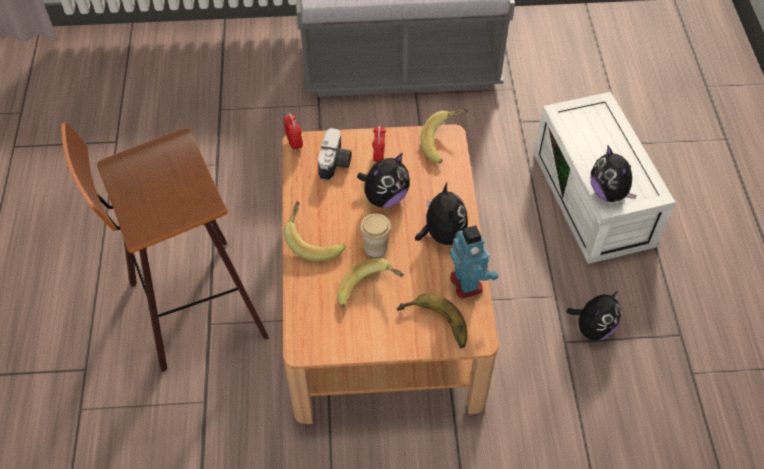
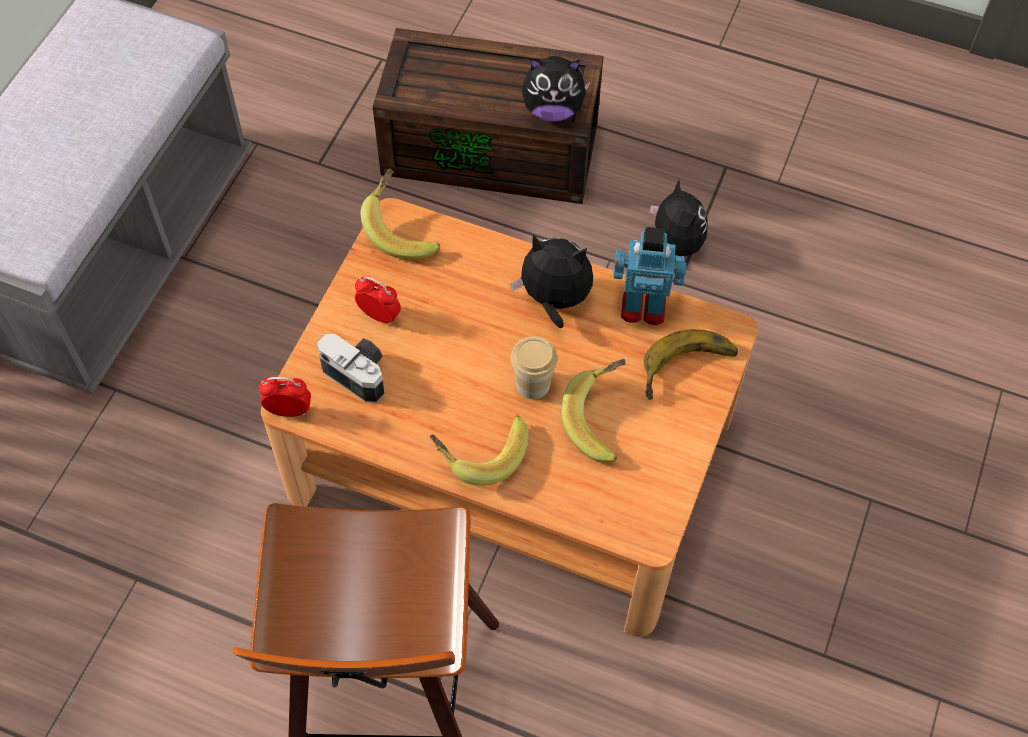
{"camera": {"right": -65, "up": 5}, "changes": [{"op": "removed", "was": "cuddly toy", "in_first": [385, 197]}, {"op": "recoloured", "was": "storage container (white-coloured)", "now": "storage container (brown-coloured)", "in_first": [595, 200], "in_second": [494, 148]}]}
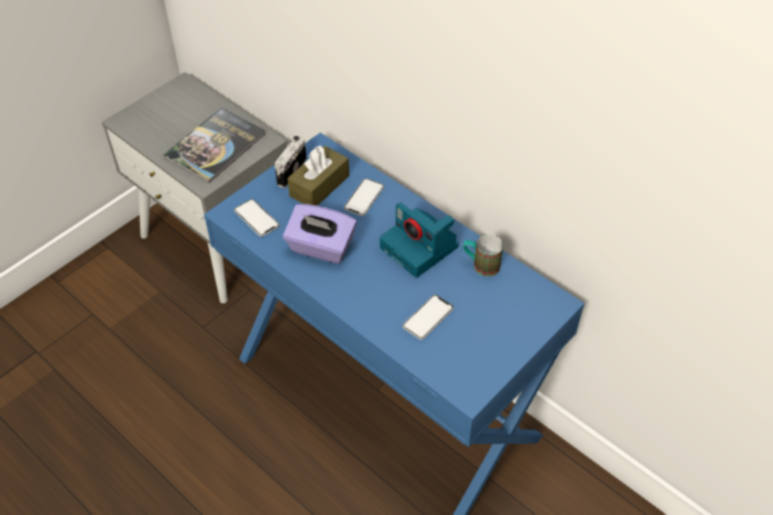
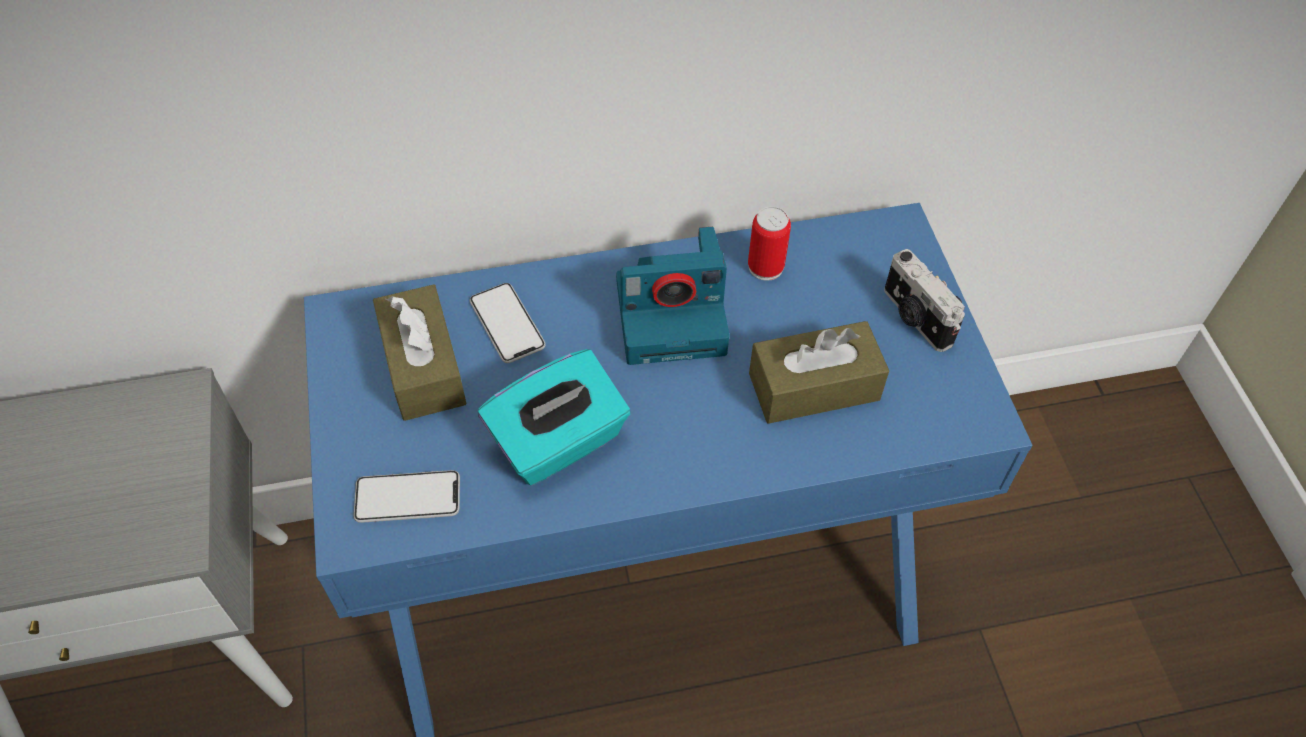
{"camera": {"right": -55, "up": 5}, "changes": [{"op": "removed", "was": "volume", "in_first": [215, 146]}, {"op": "moved", "was": "photo camera", "in_first": [290, 171], "in_second": [915, 318]}, {"op": "replaced", "was": "telephone", "now": "tissue box (brown-coloured)", "in_first": [428, 317], "in_second": [814, 387]}, {"op": "replaced", "was": "tea mug", "now": "metal can", "in_first": [480, 265], "in_second": [765, 267]}, {"op": "recoloured", "was": "tissue box (purple-coloured)", "now": "tissue box (blue-green)", "in_first": [321, 248], "in_second": [558, 442]}]}
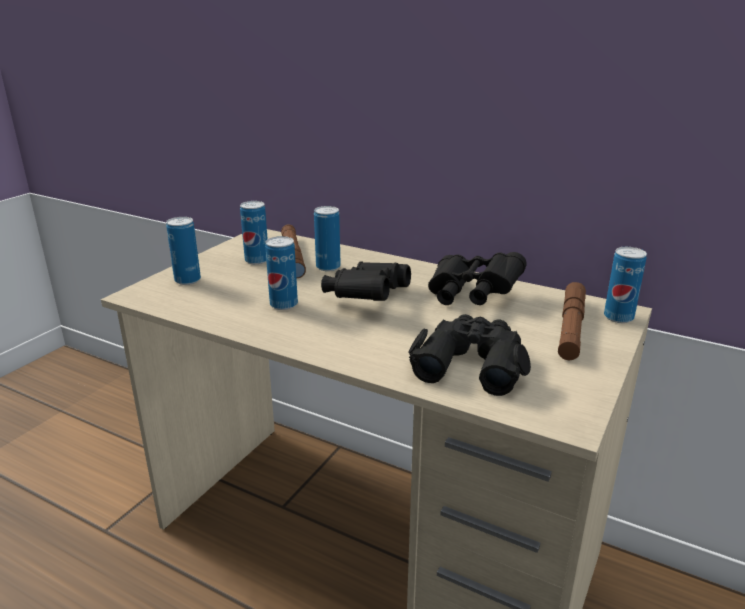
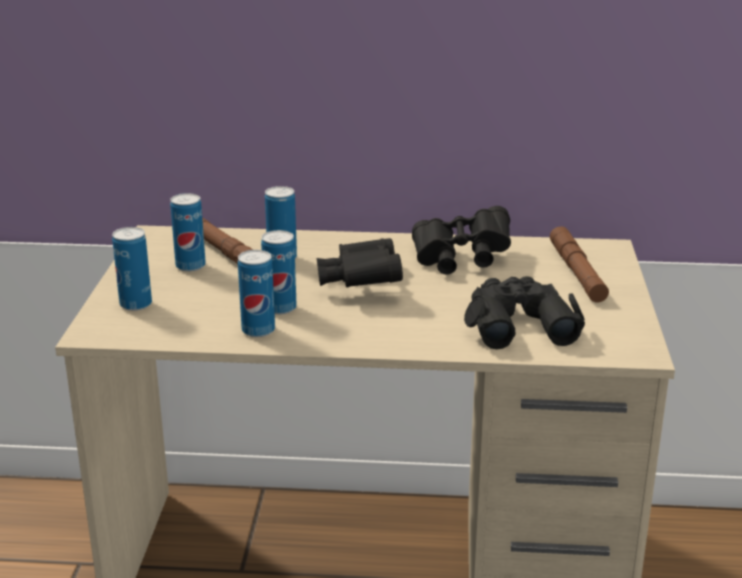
{"camera": {"right": -25, "up": 0}, "changes": [{"op": "moved", "was": "metal can", "in_first": [618, 317], "in_second": [258, 330]}]}
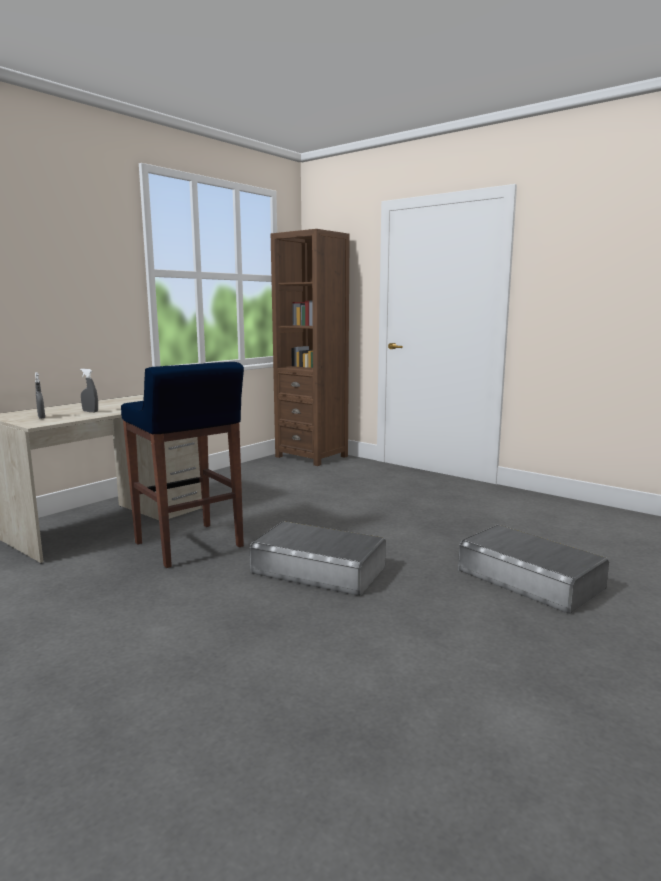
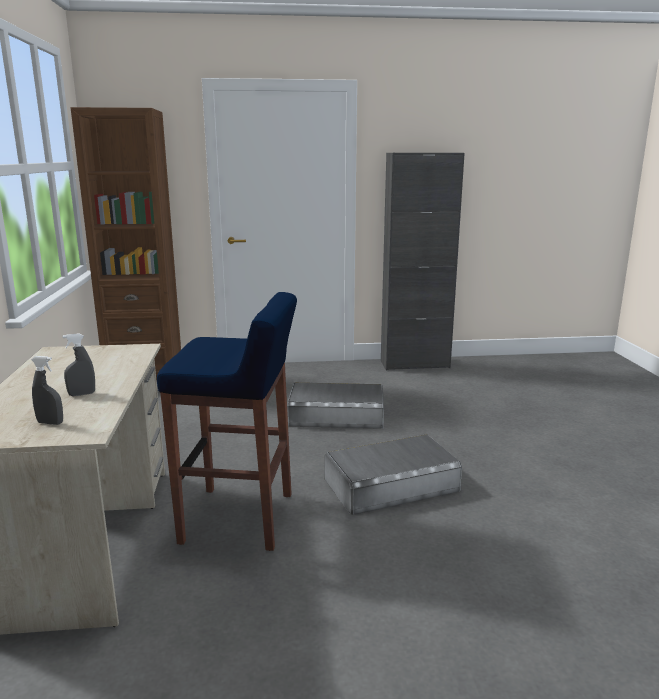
{"camera": {"right": -45, "up": 5}, "changes": [{"op": "added", "now": "cabinet (blackish)", "in_second": [415, 364]}, {"op": "moved", "was": "storage container (gray)", "in_first": [529, 579], "in_second": [336, 415]}]}
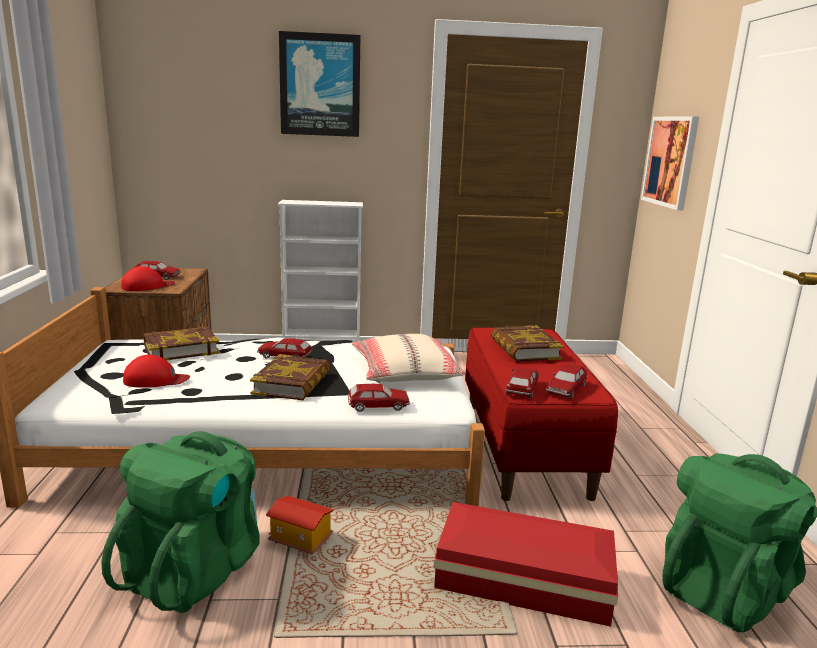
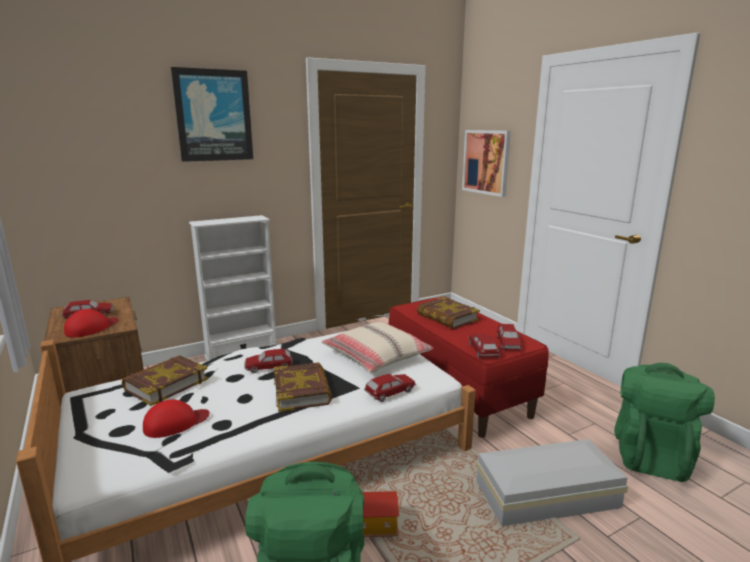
{"camera": {"right": -25, "up": 0}, "changes": [{"op": "recoloured", "was": "storage container (red)", "now": "storage container (white-coloured)", "in_first": [526, 581], "in_second": [549, 495]}]}
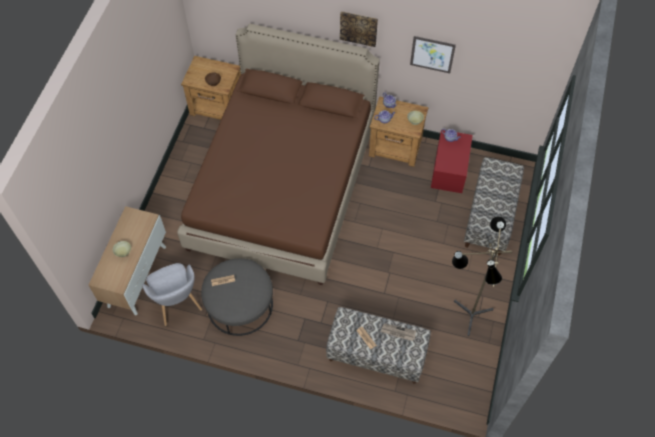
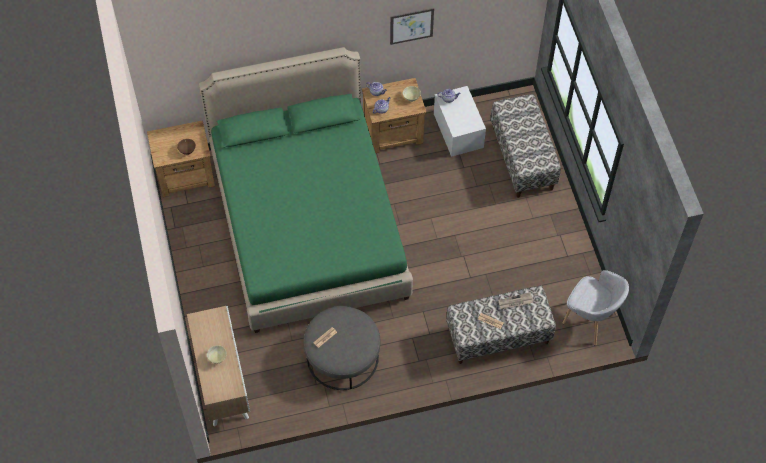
{"camera": {"right": -30, "up": 0}, "changes": [{"op": "removed", "was": "wall art", "in_first": [358, 28]}, {"op": "removed", "was": "standing lamp", "in_first": [466, 315]}, {"op": "moved", "was": "armchair (gray)", "in_first": [177, 304], "in_second": [590, 321]}, {"op": "recoloured", "was": "bedroom bed (brown-coloured)", "now": "bedroom bed (green)", "in_first": [283, 186], "in_second": [308, 223]}, {"op": "recoloured", "was": "storage container (red)", "now": "storage container (white-coloured)", "in_first": [449, 170], "in_second": [458, 130]}]}
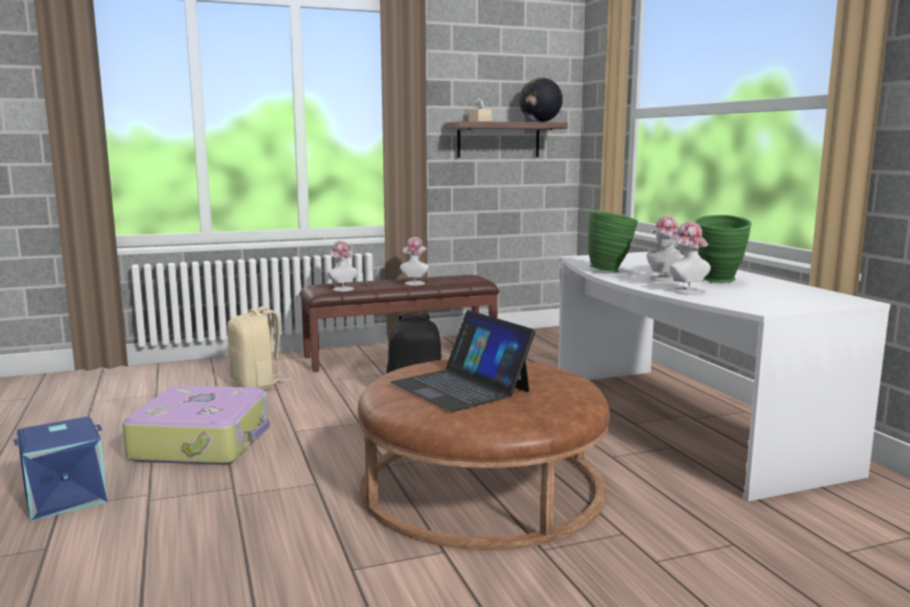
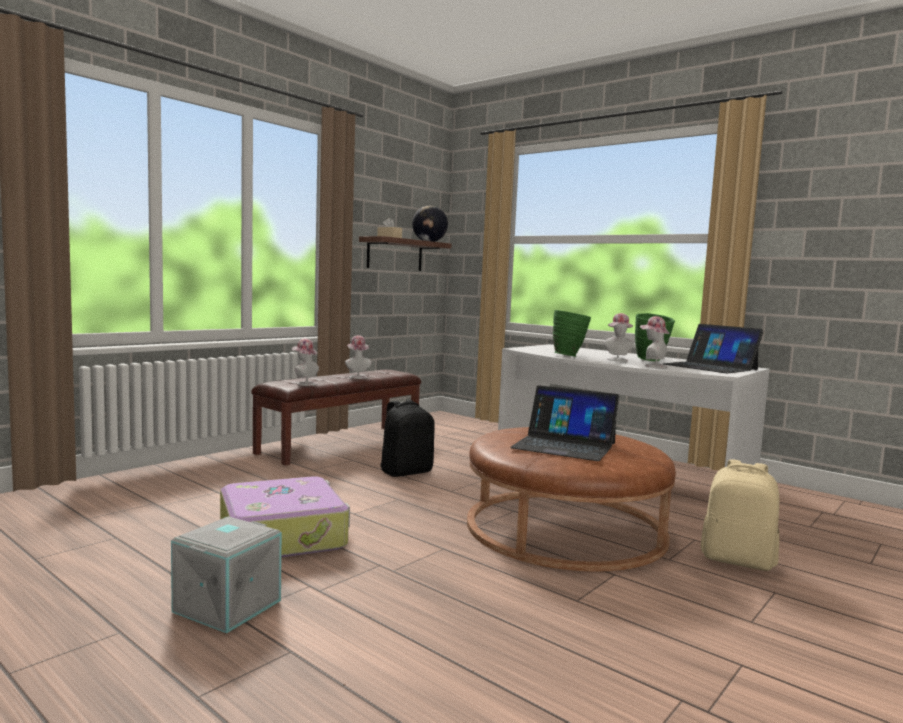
{"camera": {"right": -30, "up": -5}, "changes": [{"op": "added", "now": "portable computer", "in_second": [710, 367]}, {"op": "moved", "was": "knapsack (beige-coloured)", "in_first": [257, 384], "in_second": [738, 560]}, {"op": "recoloured", "was": "storage container (bluish)", "now": "storage container (gray)", "in_first": [66, 497], "in_second": [226, 605]}]}
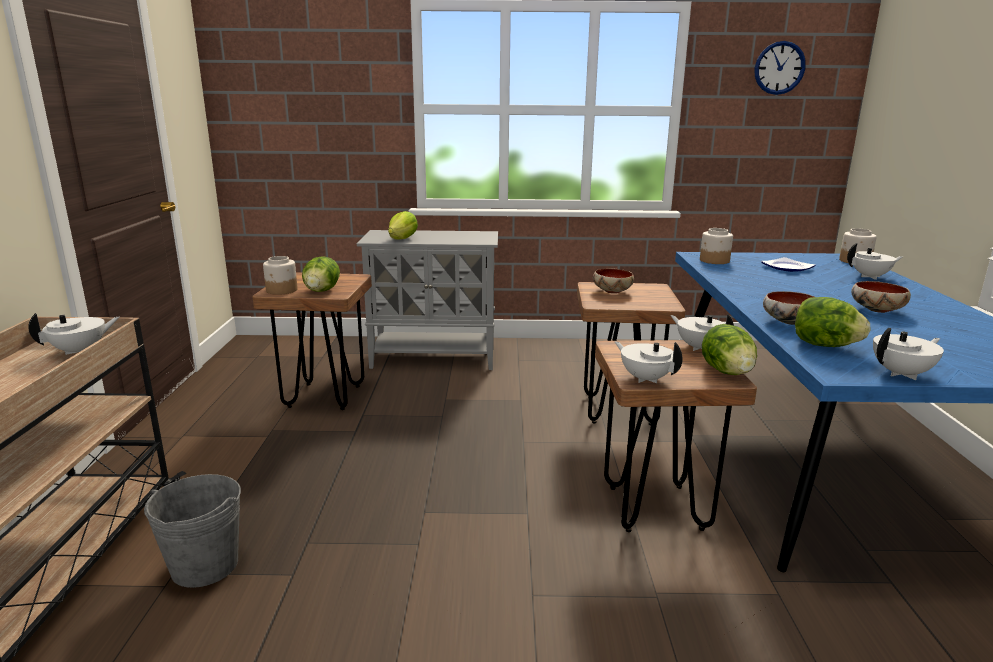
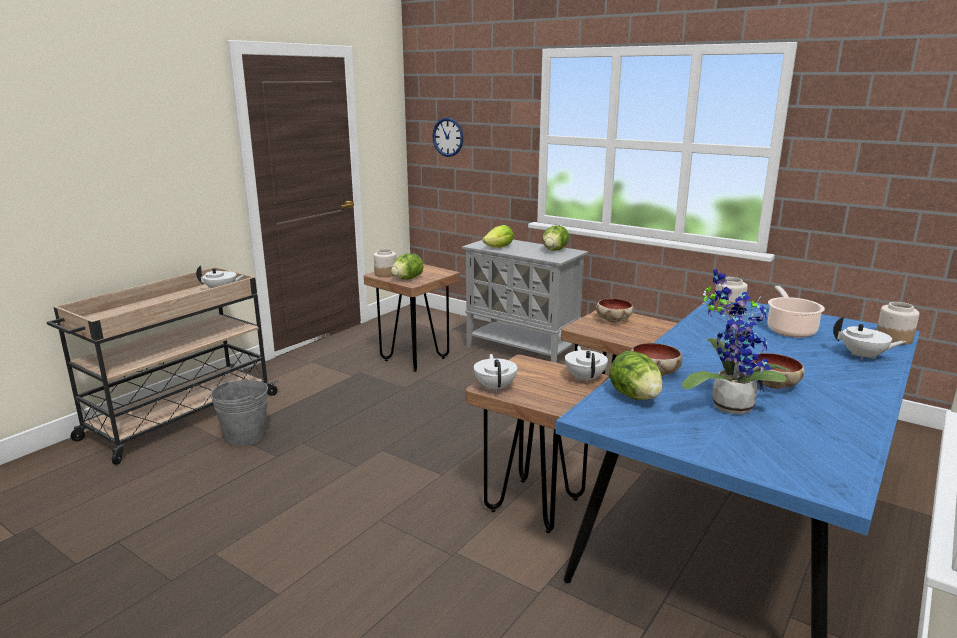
{"camera": {"right": 35, "up": 0}, "changes": [{"op": "removed", "was": "teapot (white-coloured)", "in_first": [902, 374]}, {"op": "added", "now": "plant in a pot", "in_second": [727, 404]}, {"op": "moved", "was": "head of lettuce", "in_first": [727, 372], "in_second": [554, 250]}, {"op": "moved", "was": "wall clock", "in_first": [779, 68], "in_second": [448, 137]}, {"op": "replaced", "was": "plate", "now": "stockpot", "in_first": [787, 267], "in_second": [790, 329]}]}
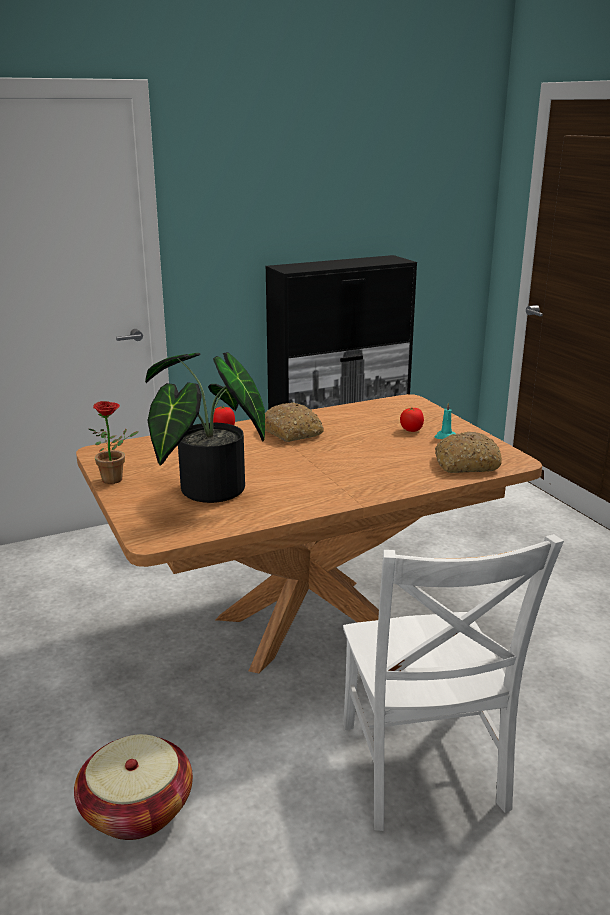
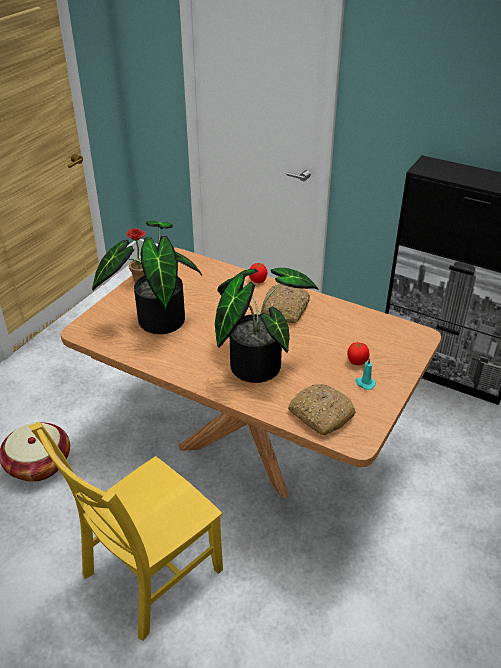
{"camera": {"right": 55, "up": 15}, "changes": [{"op": "added", "now": "plant in a pot", "in_second": [255, 362]}, {"op": "recoloured", "was": "chair (white-coloured)", "now": "chair (yellowish)", "in_first": [422, 771], "in_second": [148, 576]}]}
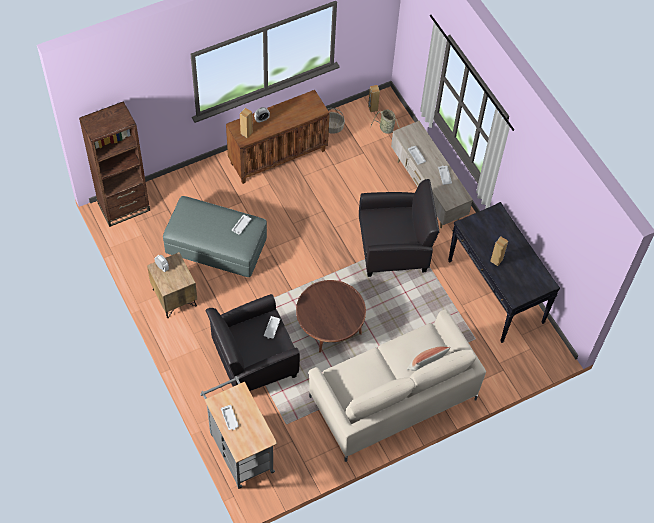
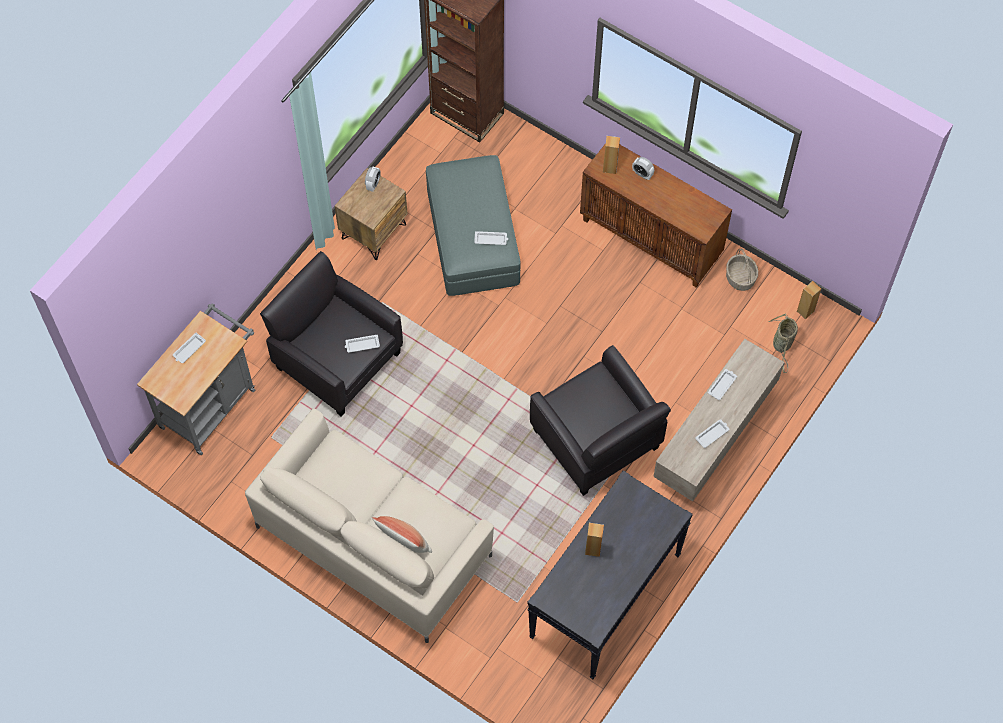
{"camera": {"right": 65, "up": 5}, "changes": [{"op": "removed", "was": "low table (brown-coloured)", "in_first": [330, 324]}]}
